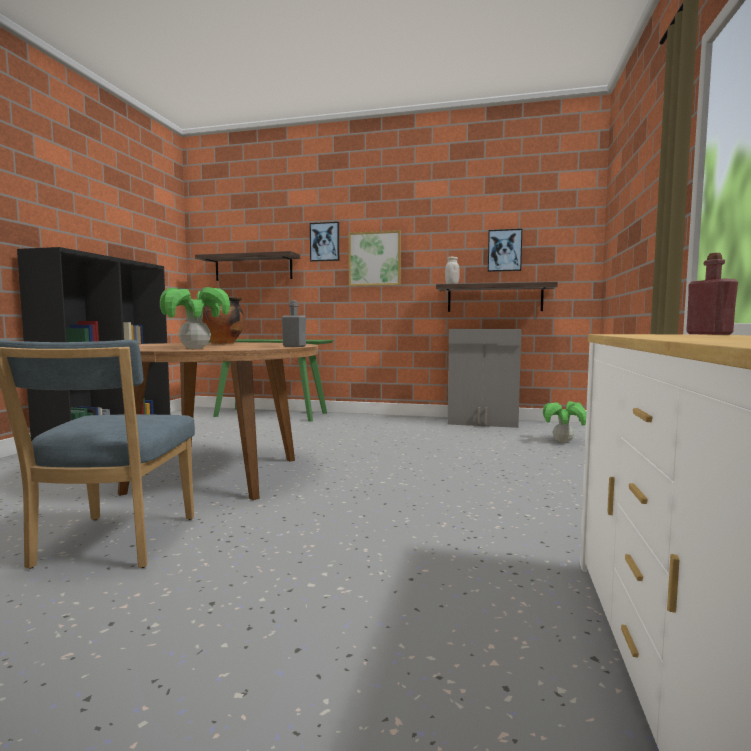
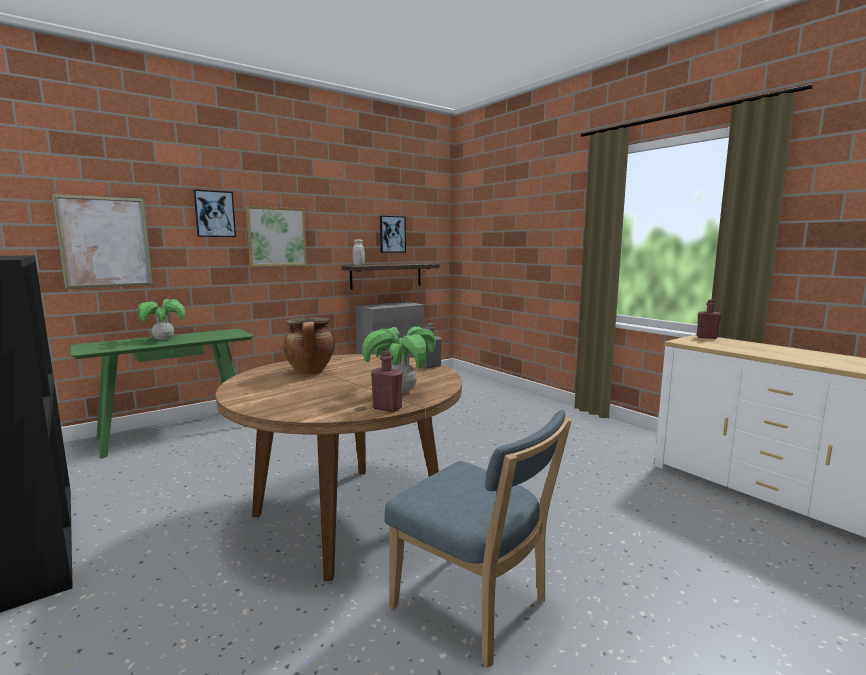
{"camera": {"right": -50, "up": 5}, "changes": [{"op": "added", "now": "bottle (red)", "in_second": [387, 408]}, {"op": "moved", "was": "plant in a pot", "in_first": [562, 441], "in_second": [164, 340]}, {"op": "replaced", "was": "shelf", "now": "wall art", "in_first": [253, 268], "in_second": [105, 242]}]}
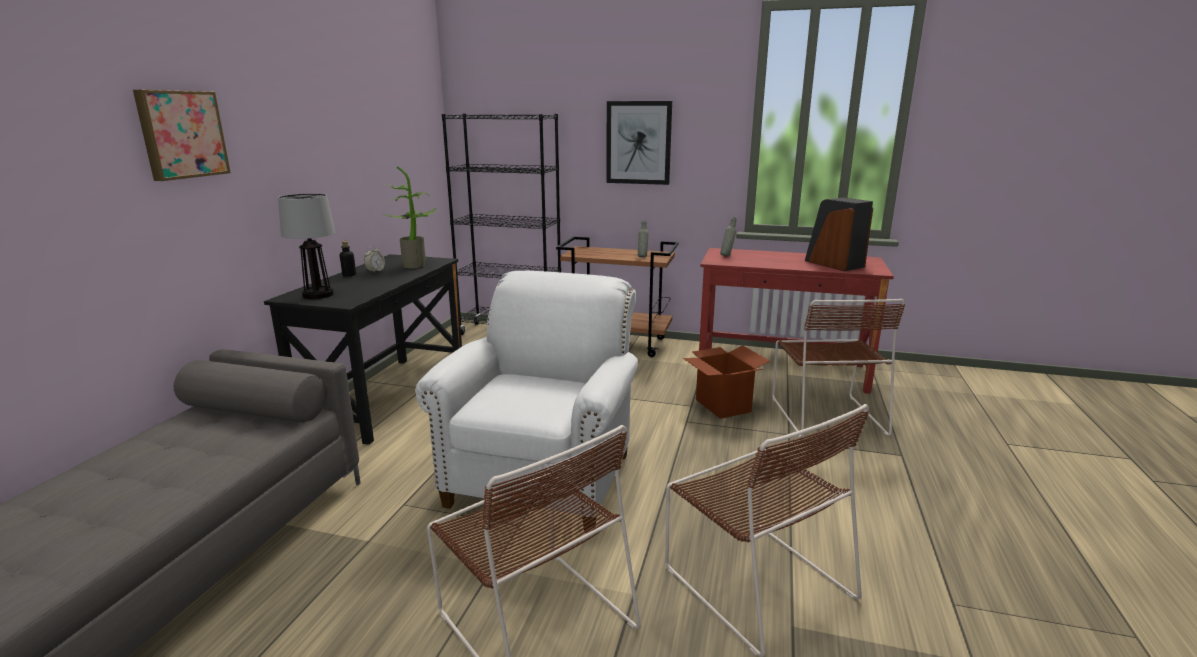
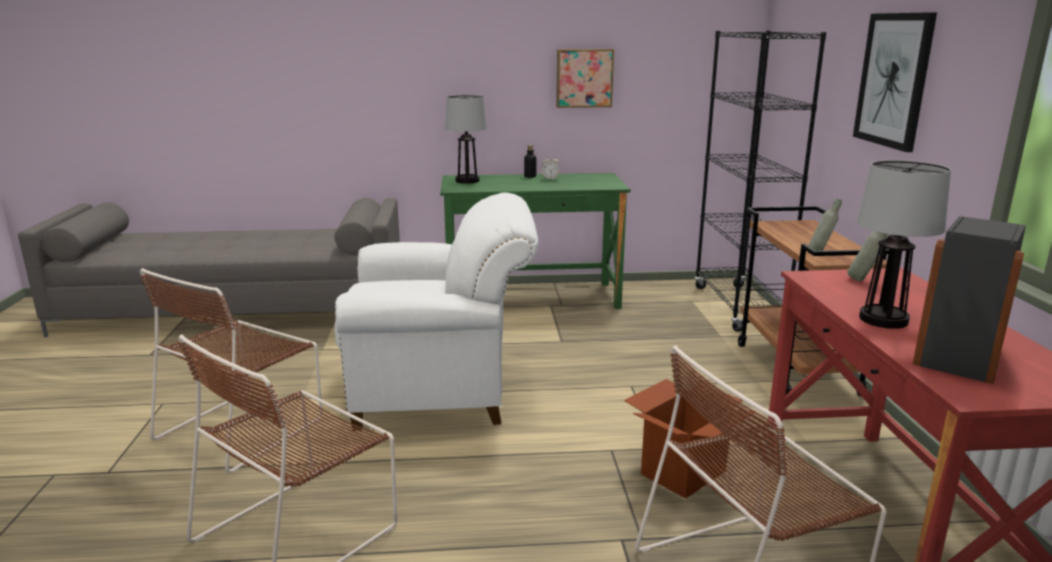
{"camera": {"right": 70, "up": 0}, "changes": [{"op": "removed", "was": "plant in a pot", "in_first": [416, 265]}, {"op": "added", "now": "table lamp", "in_second": [882, 320]}, {"op": "moved", "was": "wall art", "in_first": [181, 134], "in_second": [584, 78]}, {"op": "recoloured", "was": "desk table (blackish)", "now": "desk table (green)", "in_first": [387, 396], "in_second": [532, 297]}]}
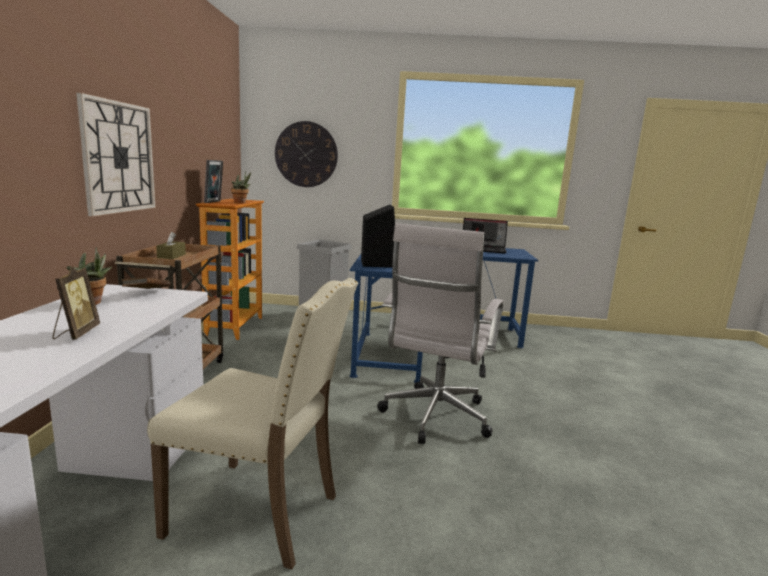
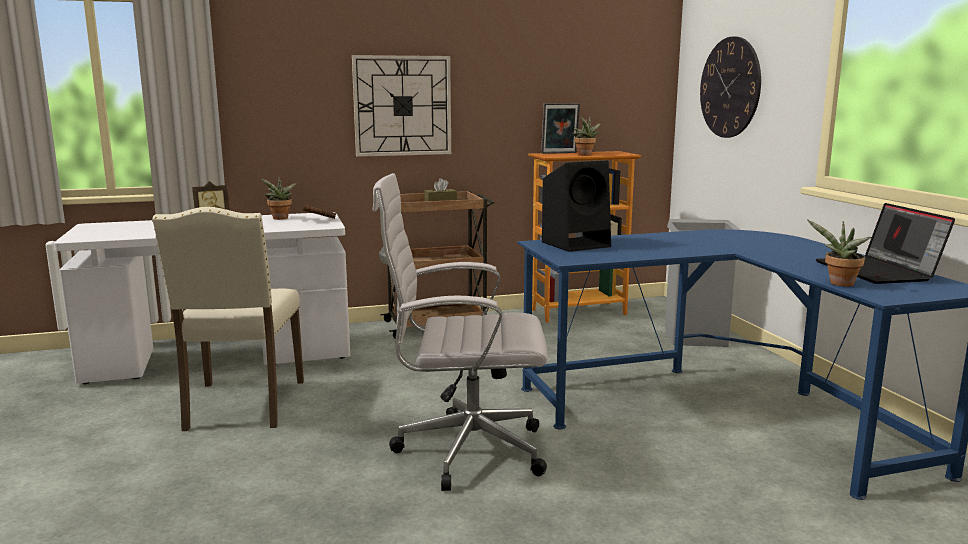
{"camera": {"right": 70, "up": 0}, "changes": [{"op": "added", "now": "plant in a pot", "in_second": [839, 284]}]}
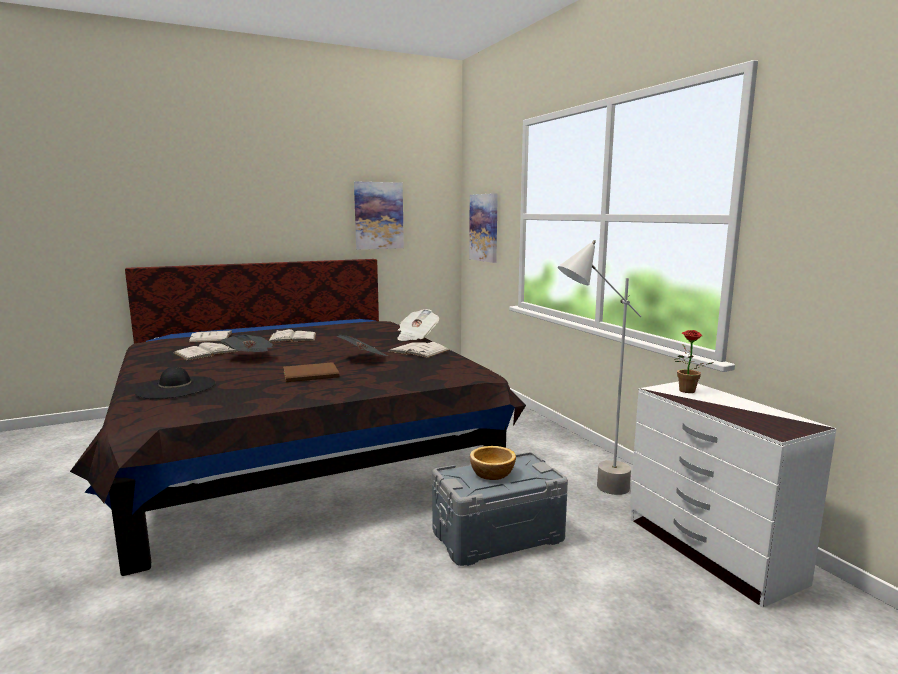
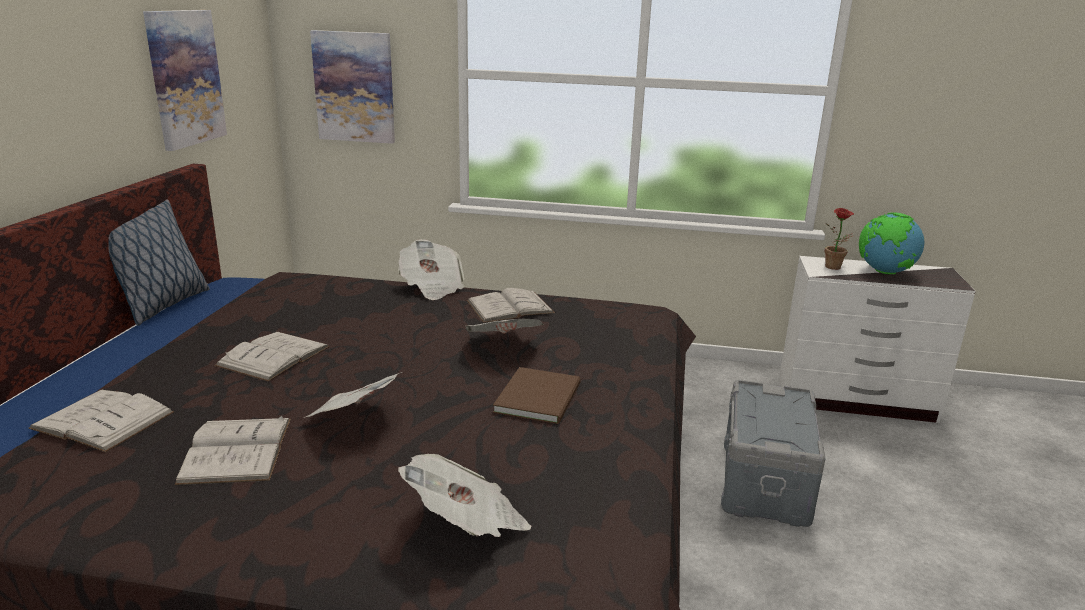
{"camera": {"right": -55, "up": 10}, "changes": [{"op": "removed", "was": "bowl", "in_first": [492, 474]}, {"op": "removed", "was": "standing lamp (gray)", "in_first": [590, 491]}, {"op": "added", "now": "throw pillow", "in_second": [162, 306]}, {"op": "added", "now": "globe", "in_second": [884, 272]}, {"op": "replaced", "was": "wearable hat (blackish)", "now": "daily paper", "in_first": [176, 387], "in_second": [467, 524]}]}
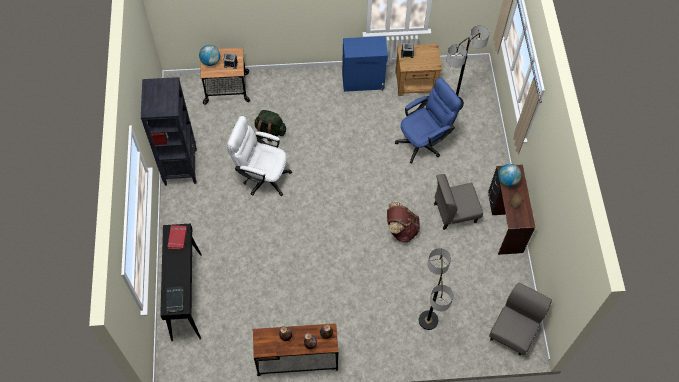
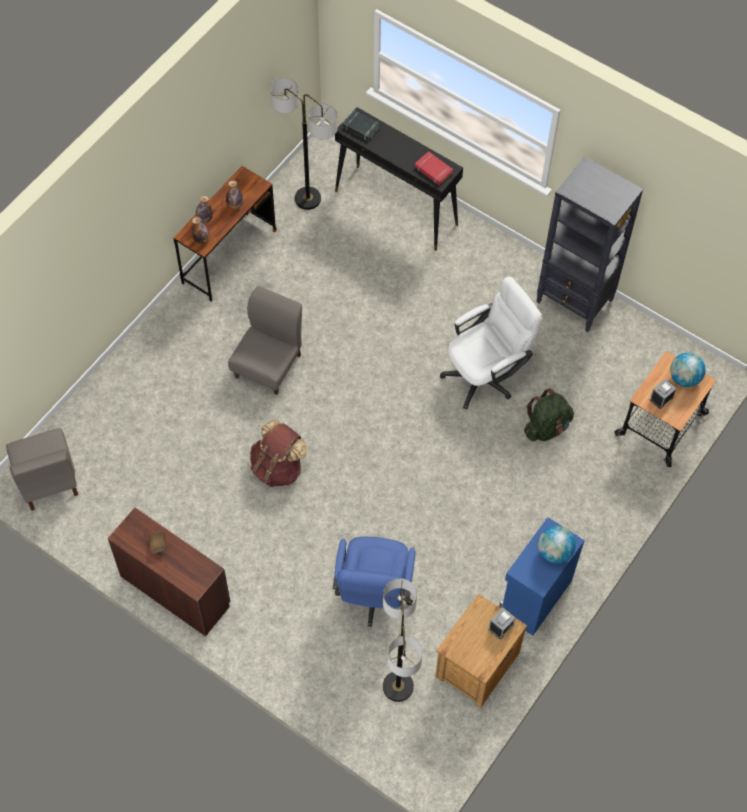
{"camera": {"right": 130, "up": 0}, "changes": [{"op": "moved", "was": "standing lamp", "in_first": [428, 320], "in_second": [307, 198]}, {"op": "moved", "was": "chair (gray)", "in_first": [454, 212], "in_second": [268, 365]}, {"op": "moved", "was": "globe", "in_first": [507, 181], "in_second": [554, 552]}]}
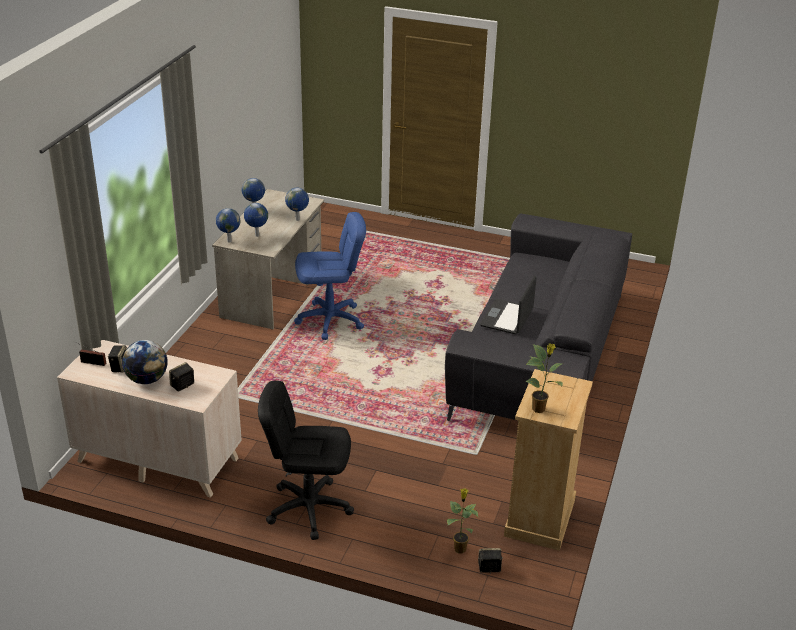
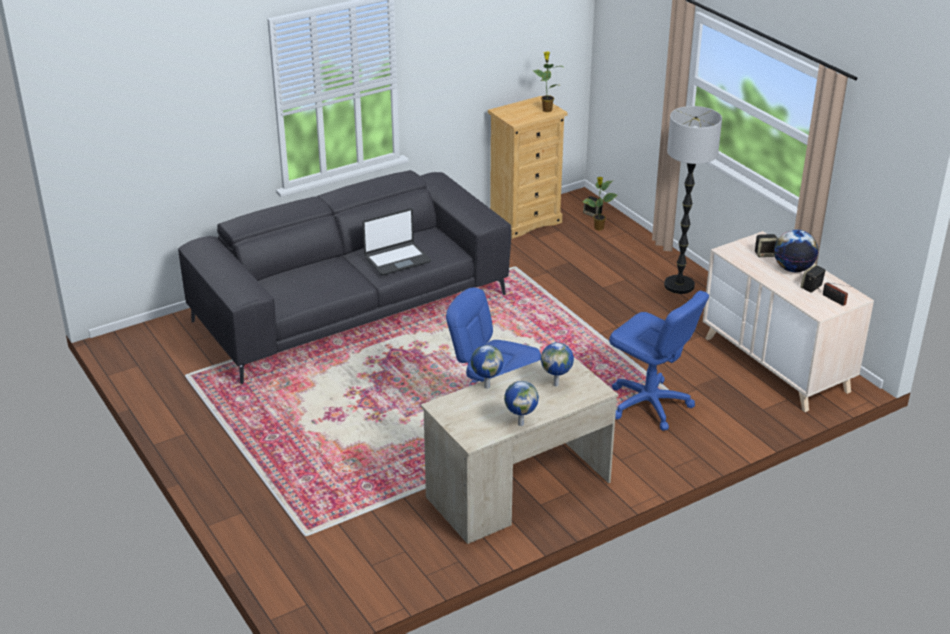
{"camera": {"right": -140, "up": 0}, "changes": [{"op": "removed", "was": "globe", "in_first": [228, 241]}, {"op": "added", "now": "office chair (bluish)", "in_second": [649, 404]}, {"op": "replaced", "was": "office chair (blackish)", "now": "standing lamp", "in_first": [309, 508], "in_second": [679, 286]}]}
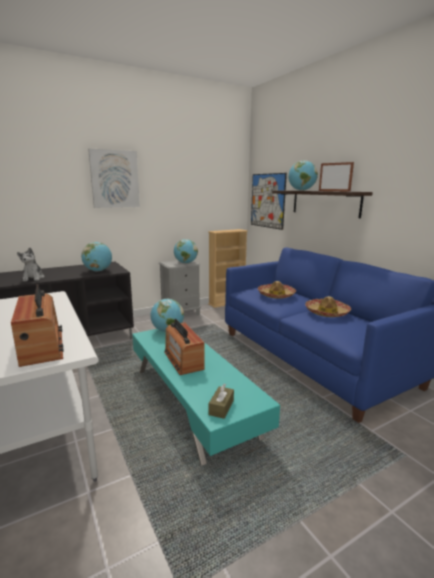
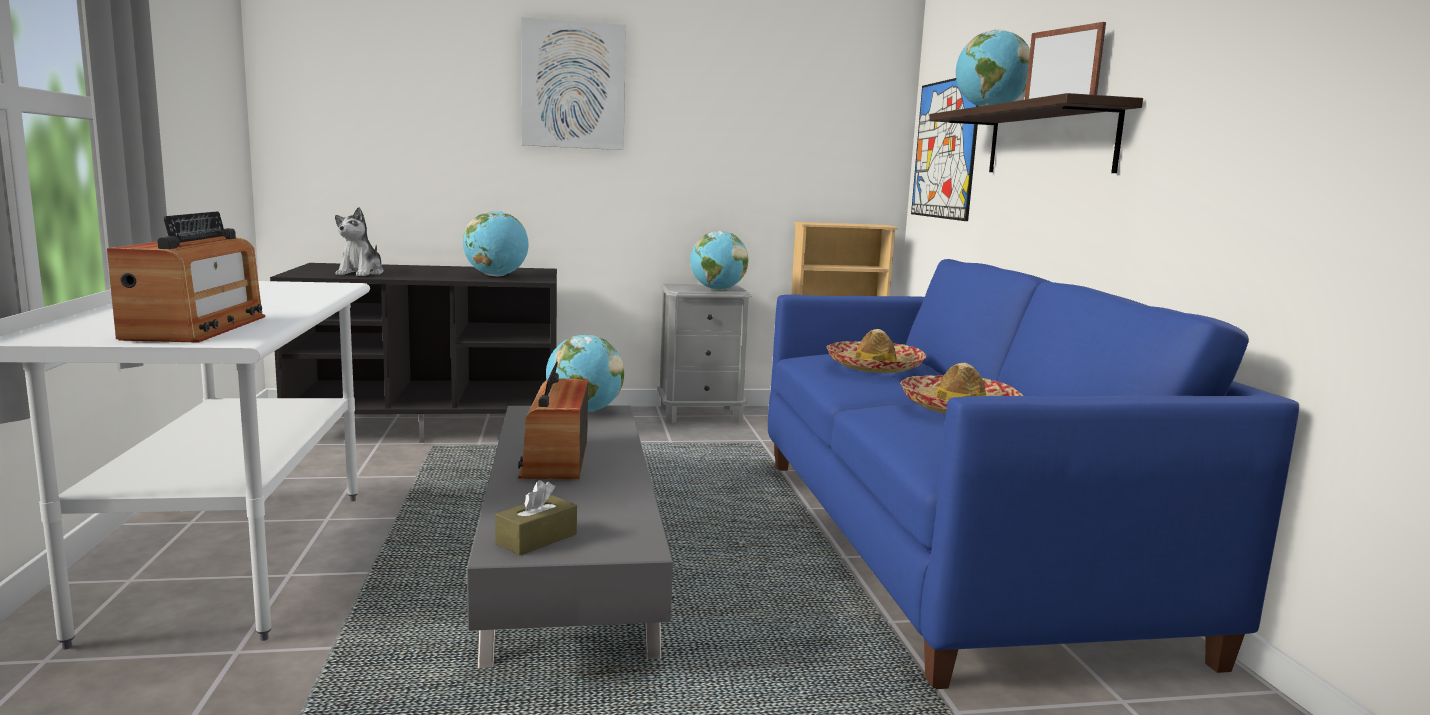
{"camera": {"right": 20, "up": -5}, "changes": [{"op": "recoloured", "was": "low table (blue-green)", "now": "low table (gray)", "in_first": [193, 401], "in_second": [571, 565]}]}
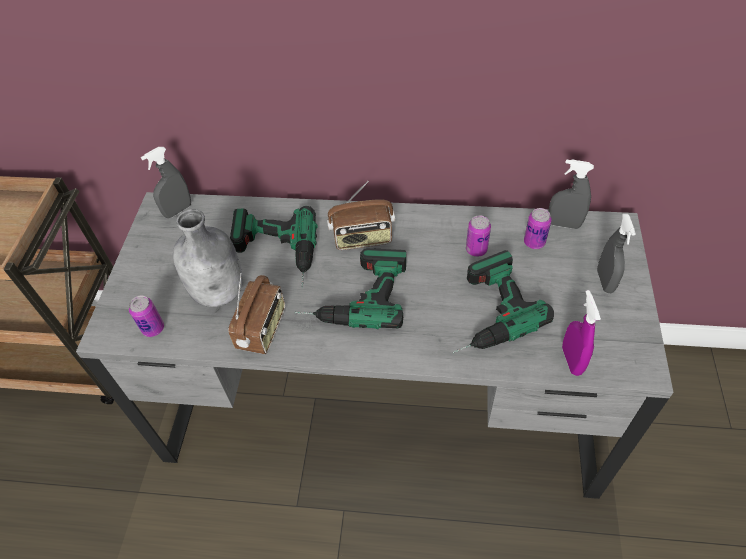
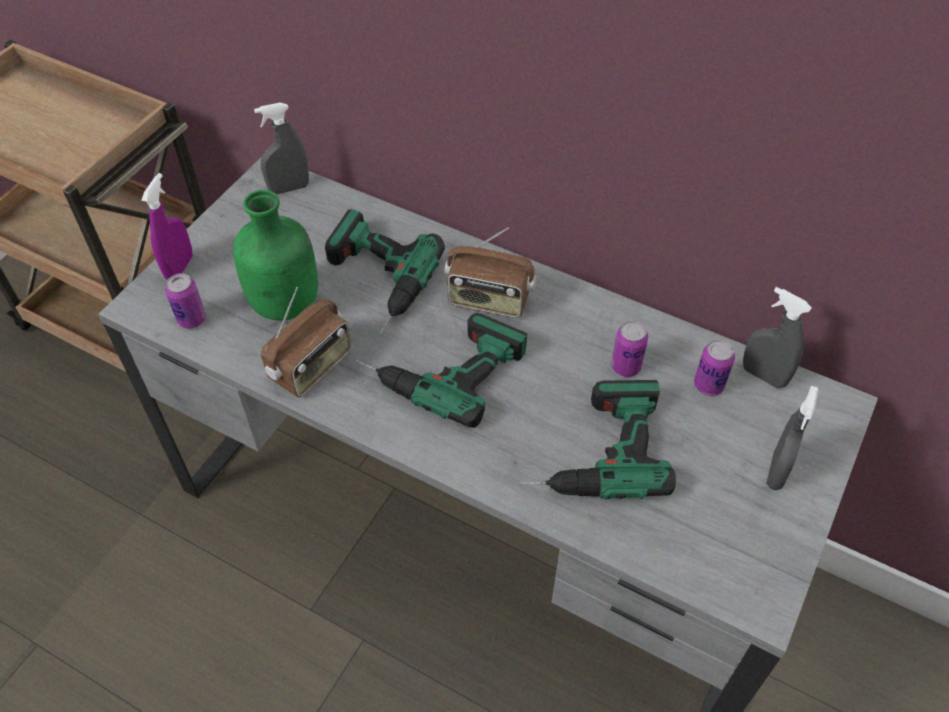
{"camera": {"right": 20, "up": 0}, "changes": [{"op": "moved", "was": "hand sprayer (purple-coloured)", "in_first": [571, 360], "in_second": [179, 267]}, {"op": "recoloured", "was": "bottle (gray)", "now": "bottle (green)", "in_first": [220, 291], "in_second": [287, 303]}]}
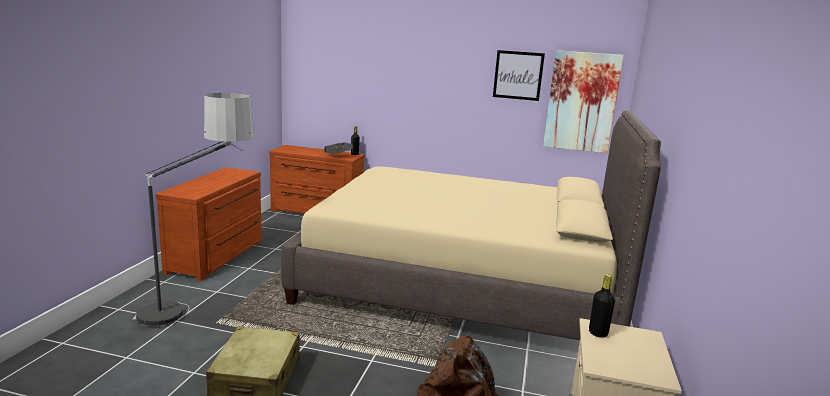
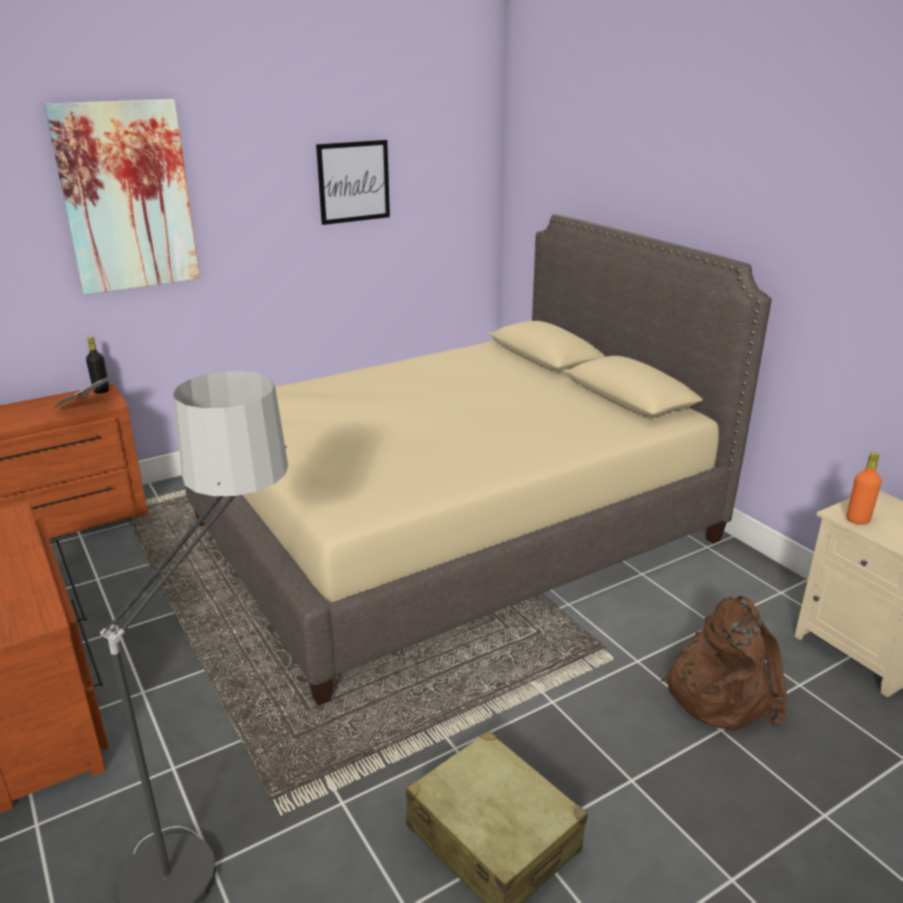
{"camera": {"right": -45, "up": 10}, "changes": [{"op": "moved", "was": "wall art", "in_first": [581, 102], "in_second": [127, 197]}, {"op": "recoloured", "was": "bottle (blackish)", "now": "bottle (orange-coloured)", "in_first": [598, 333], "in_second": [857, 520]}]}
